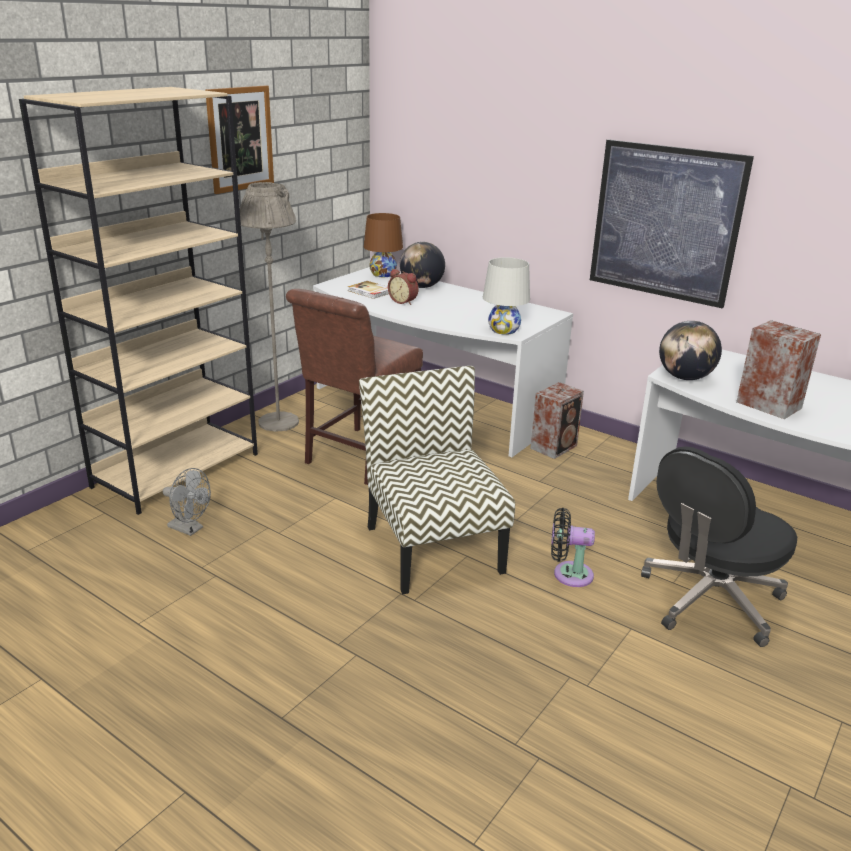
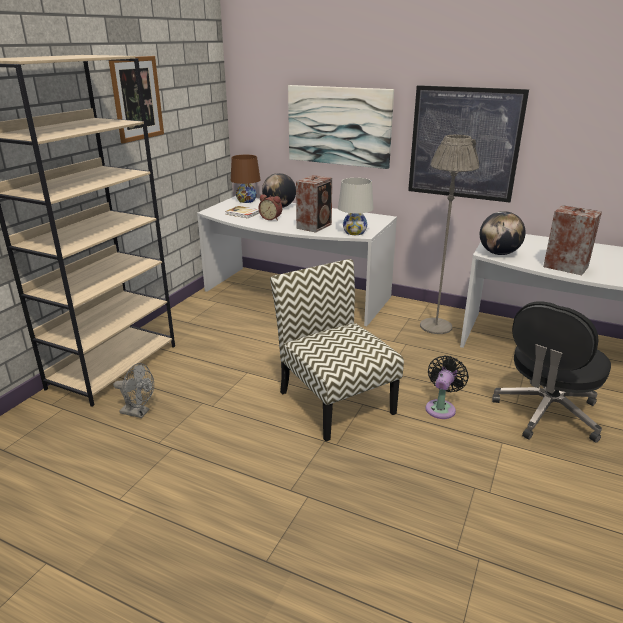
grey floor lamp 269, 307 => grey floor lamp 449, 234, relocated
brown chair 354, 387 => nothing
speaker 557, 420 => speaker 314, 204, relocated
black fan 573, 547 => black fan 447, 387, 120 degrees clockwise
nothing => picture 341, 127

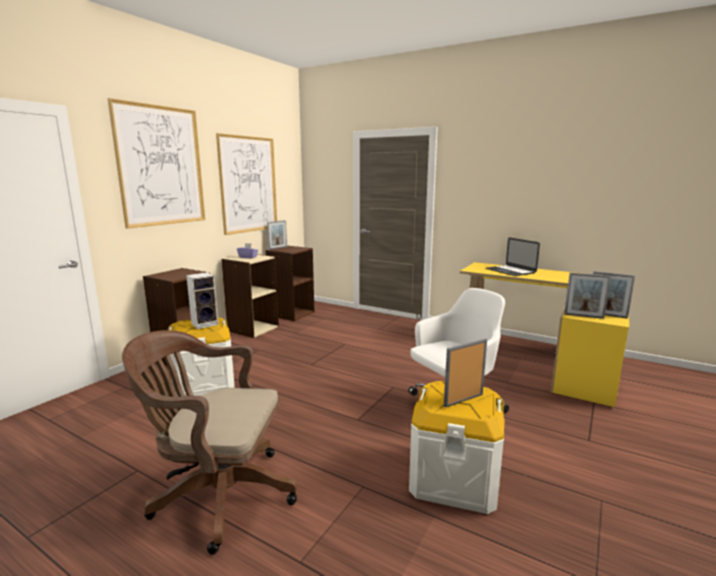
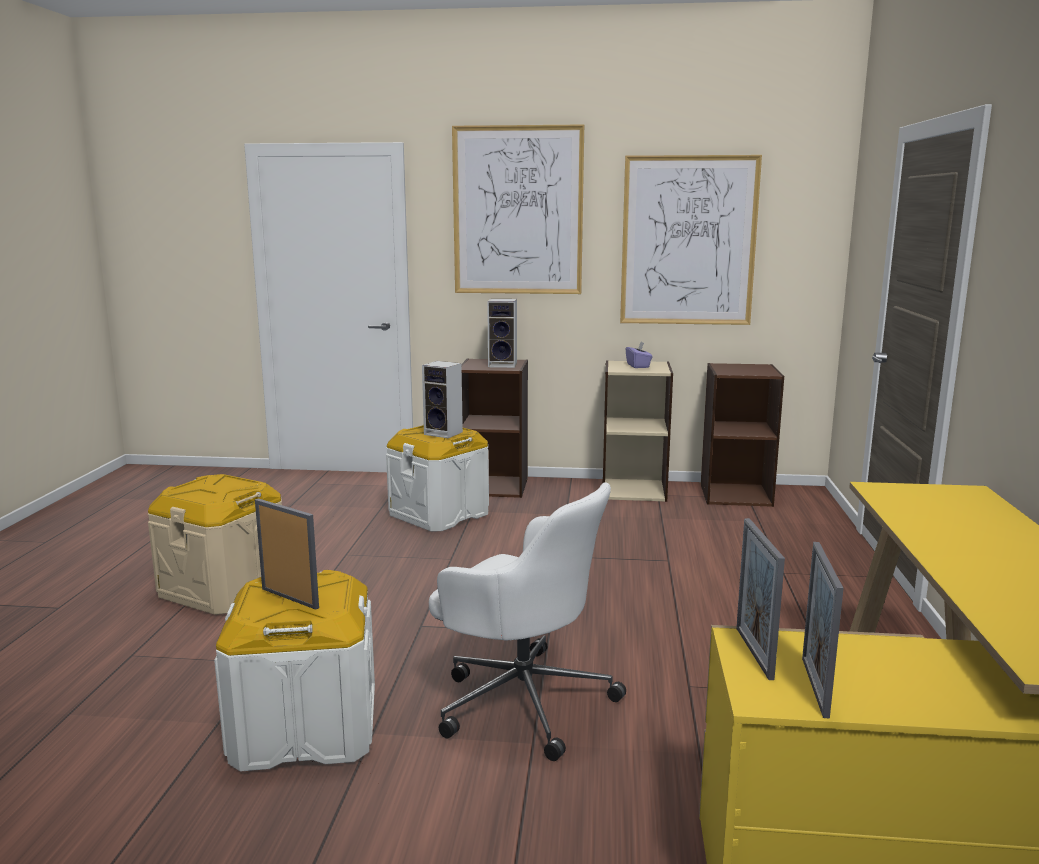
picture frame 277, 235 => nothing
laptop 513, 256 => nothing
brown office chair 209, 442 => beige storage box 215, 544
nothing => speaker 502, 333

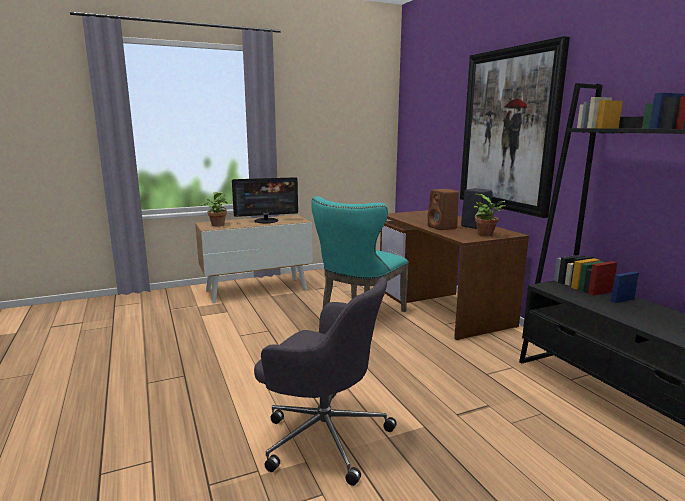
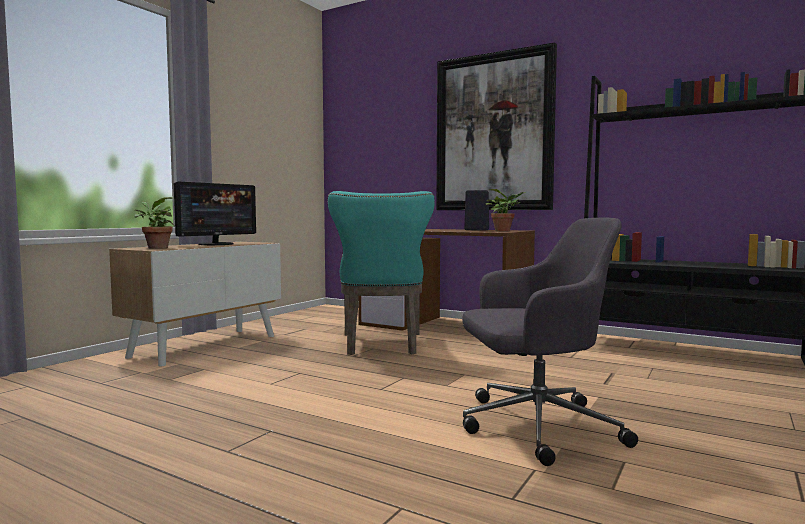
brown speaker 443, 209 => nothing

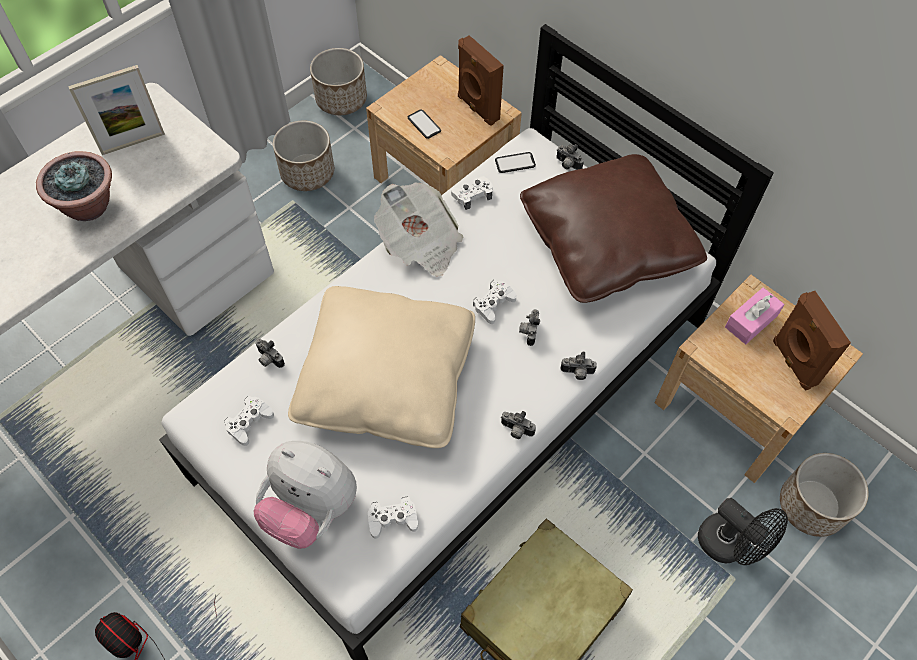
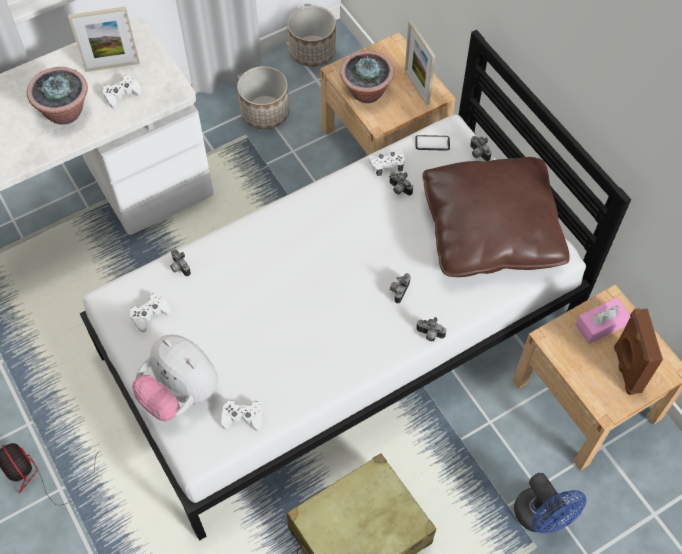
brown speaker 481, 80 => picture frame 420, 63
phone 424, 124 => potted plant 367, 77
newspaper 418, 229 => nothing
white game controller 495, 302 => white game controller 122, 92, relocated
beige pillow 381, 367 => nothing
photo camera 518, 425 => photo camera 401, 184, relocated
planter 824, 495 => nothing
black fan 743, 531 => blue fan 550, 503

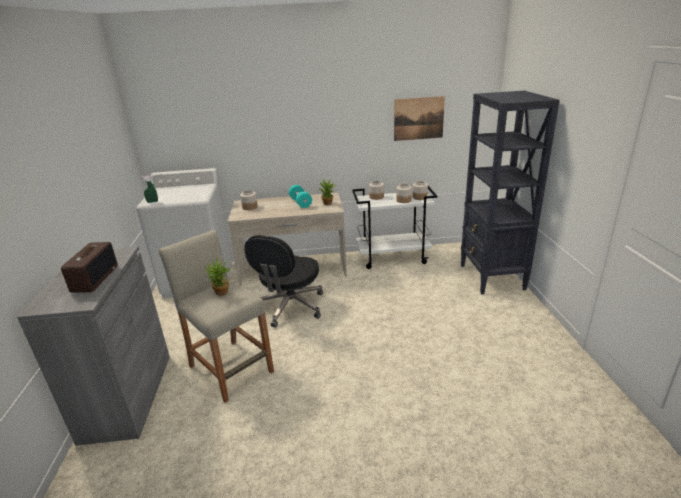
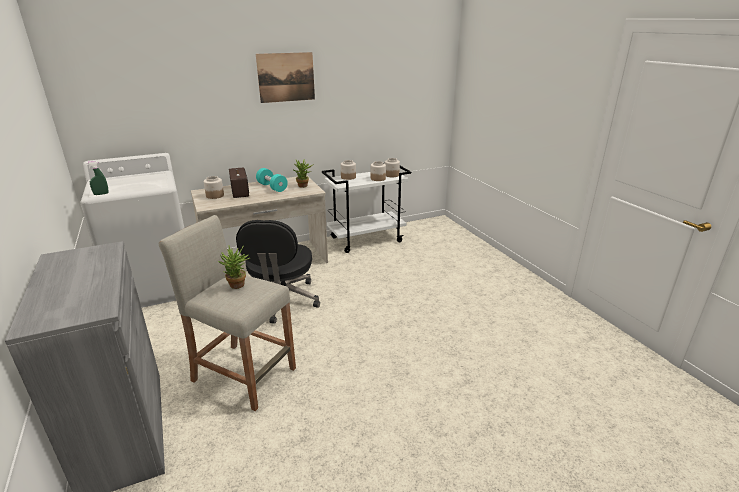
black bookcase 510, 192 => nothing
picture 419, 118 => picture 285, 77, relocated
radio 89, 267 => radio 239, 183, relocated

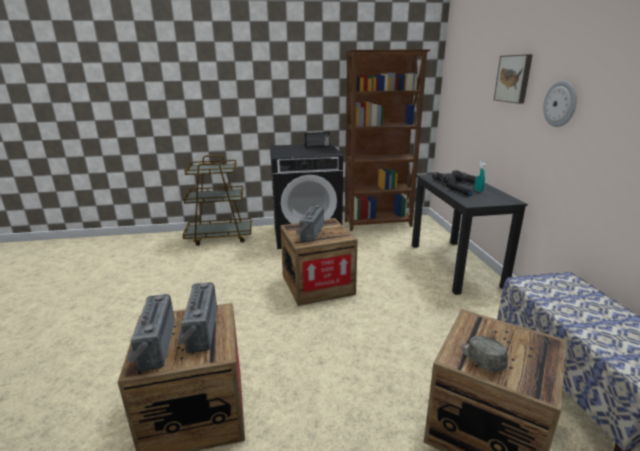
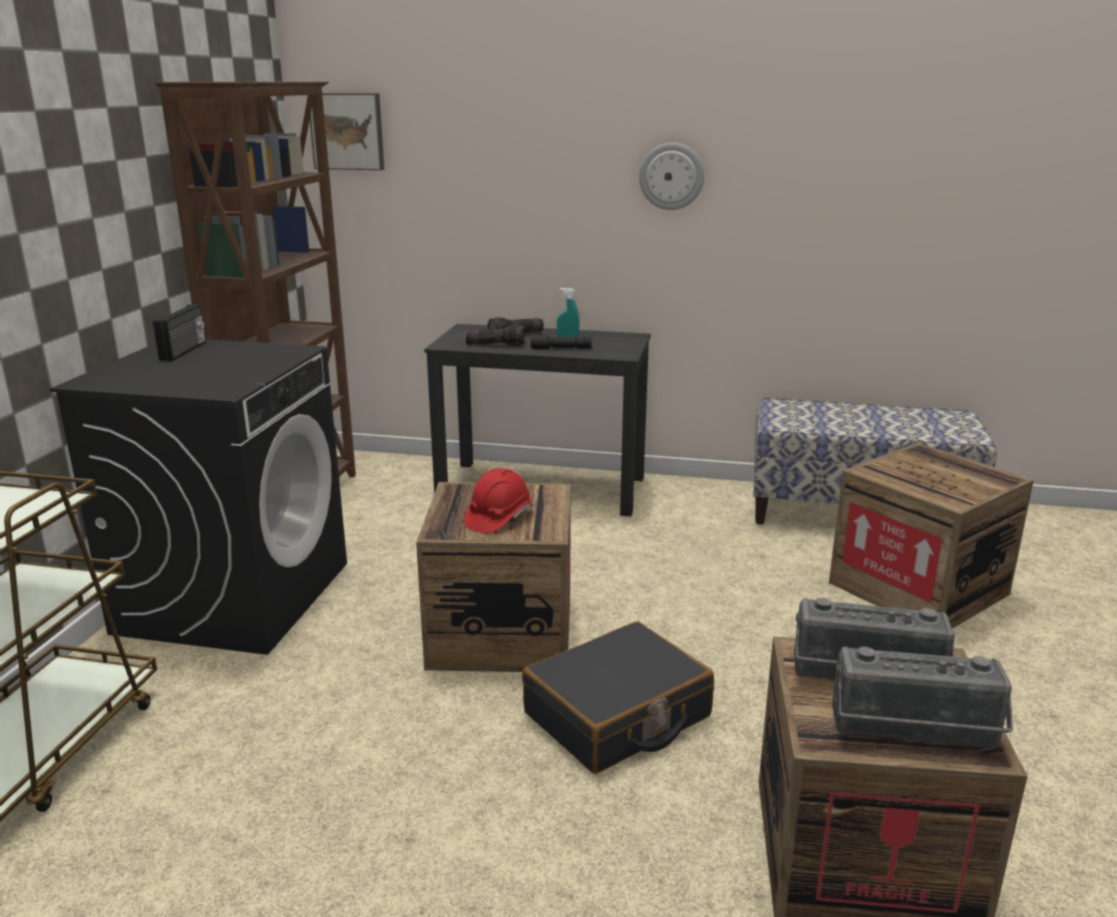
picture 513, 79 => picture 345, 131, relocated
radio 310, 223 => red hard hat 497, 500
grey cap 485, 354 => nothing
nothing => black suitcase 618, 697

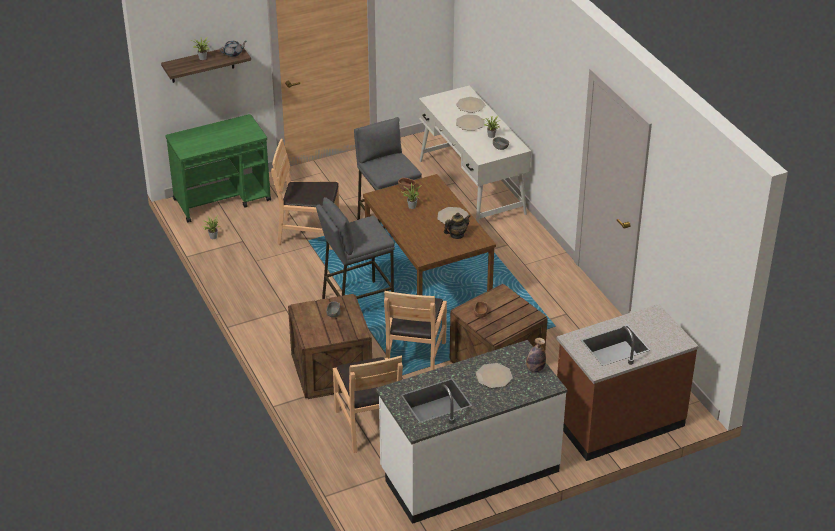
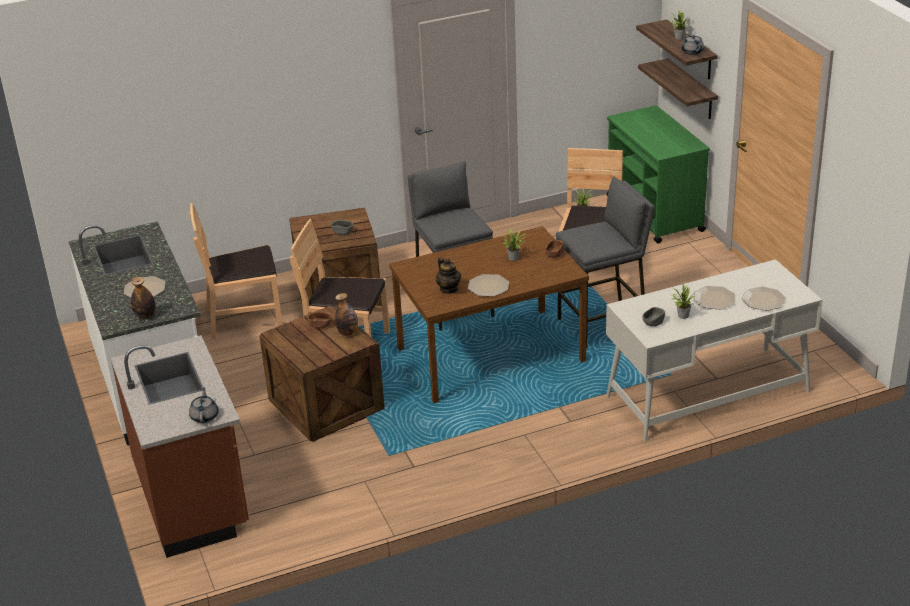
nothing => shelf 678, 88
nothing => bottle 346, 314
nothing => grey teapot 204, 405

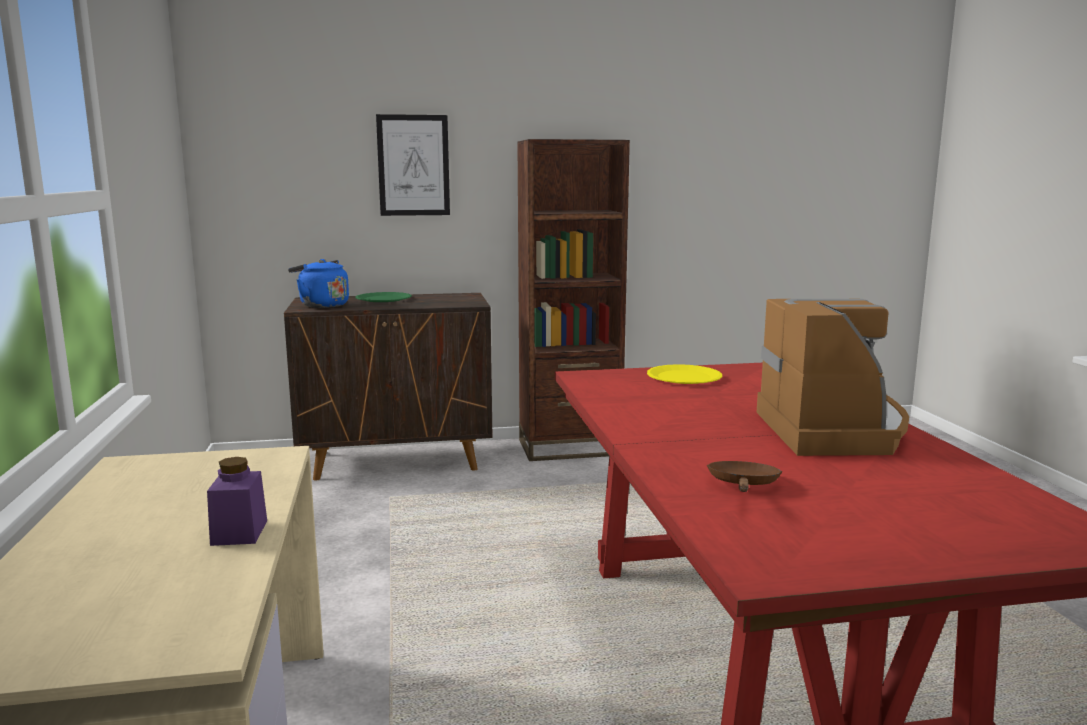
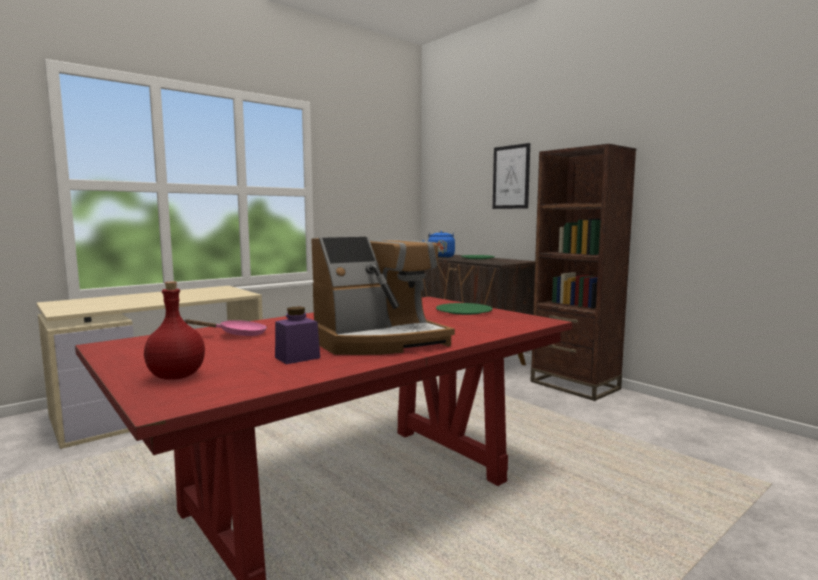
yellow plate 684, 374 => green plate 464, 309
purple jar 237, 501 => purple jar 297, 335, relocated
brown frying pan 744, 476 => pink frying pan 226, 327
nothing => red bottle 174, 330

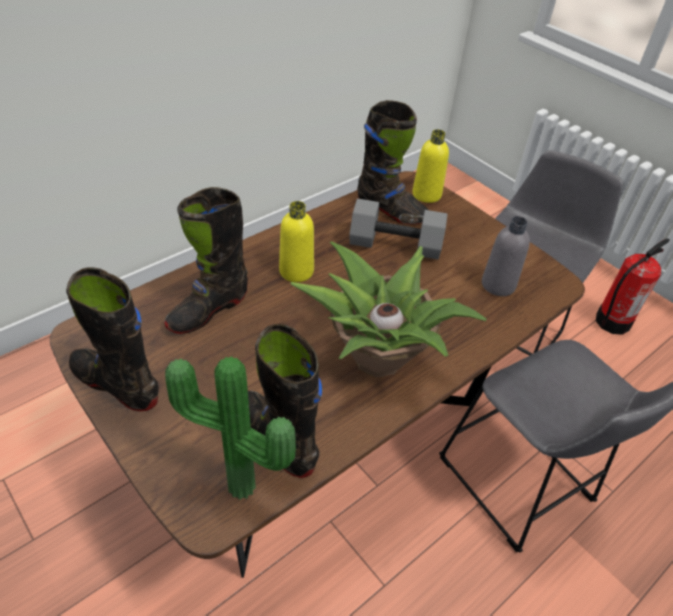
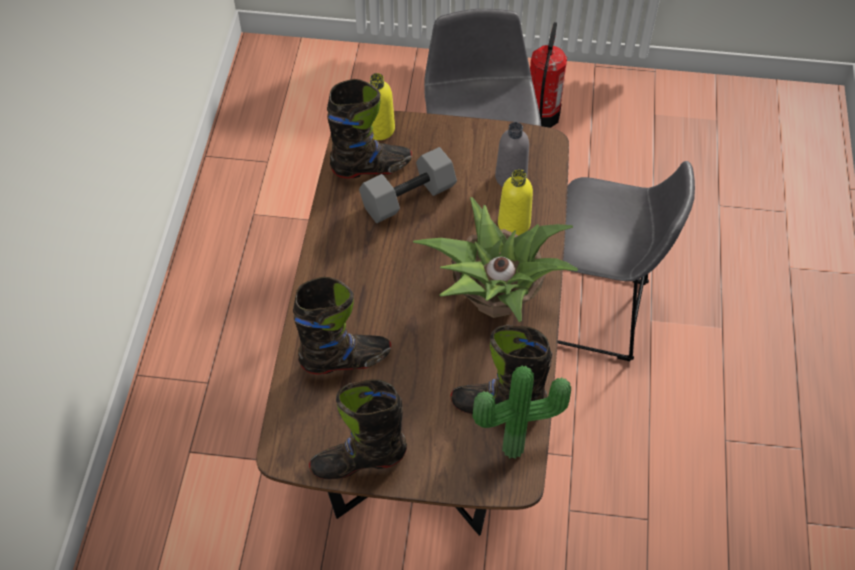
black boot 206, 260 => black boot 342, 326, 105 degrees counterclockwise
yellow bottle 296, 241 => yellow bottle 515, 202, relocated

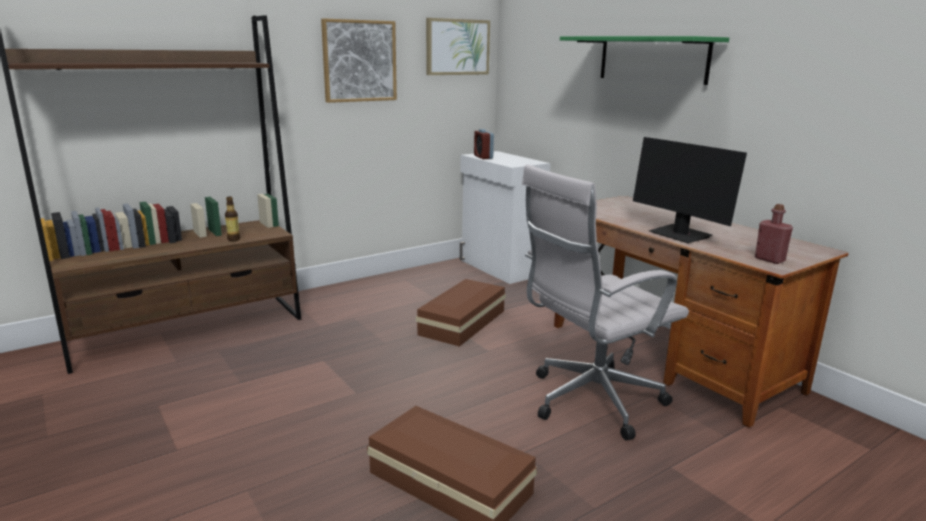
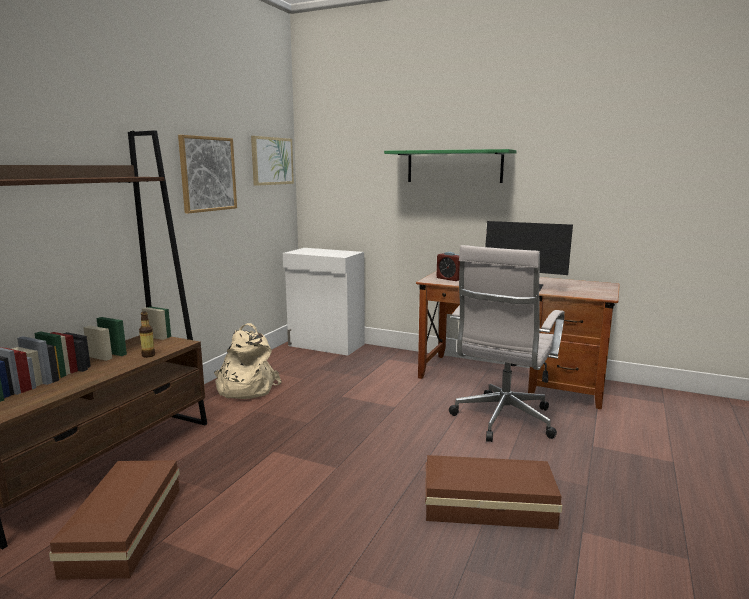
alarm clock 484, 144 => alarm clock 448, 266, relocated
red bottle 774, 234 => nothing
brown storage box 461, 313 => brown storage box 114, 520, relocated
nothing => beige backpack 248, 361

